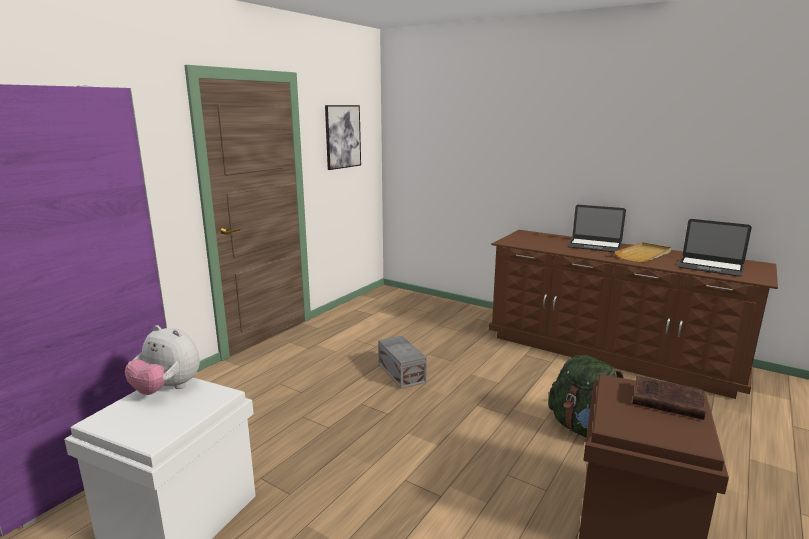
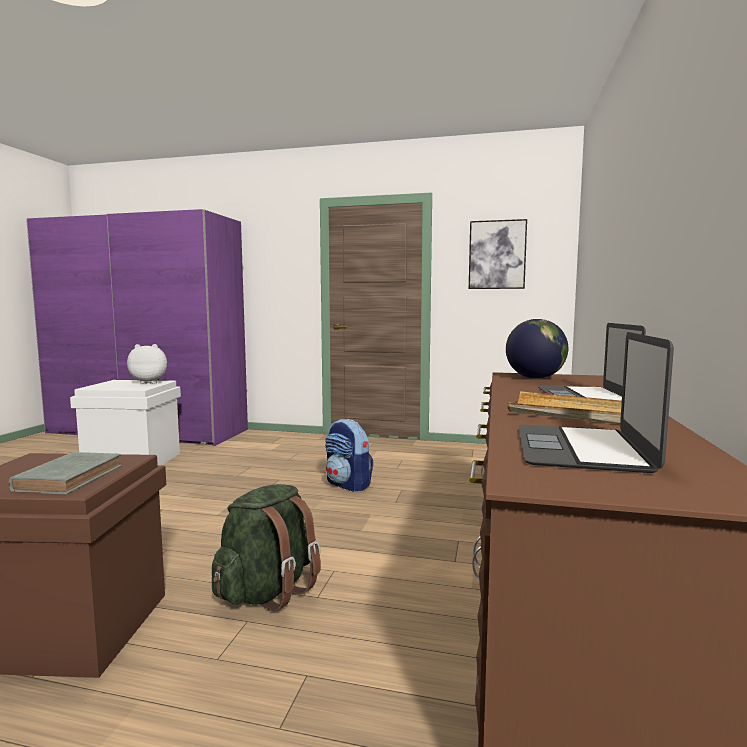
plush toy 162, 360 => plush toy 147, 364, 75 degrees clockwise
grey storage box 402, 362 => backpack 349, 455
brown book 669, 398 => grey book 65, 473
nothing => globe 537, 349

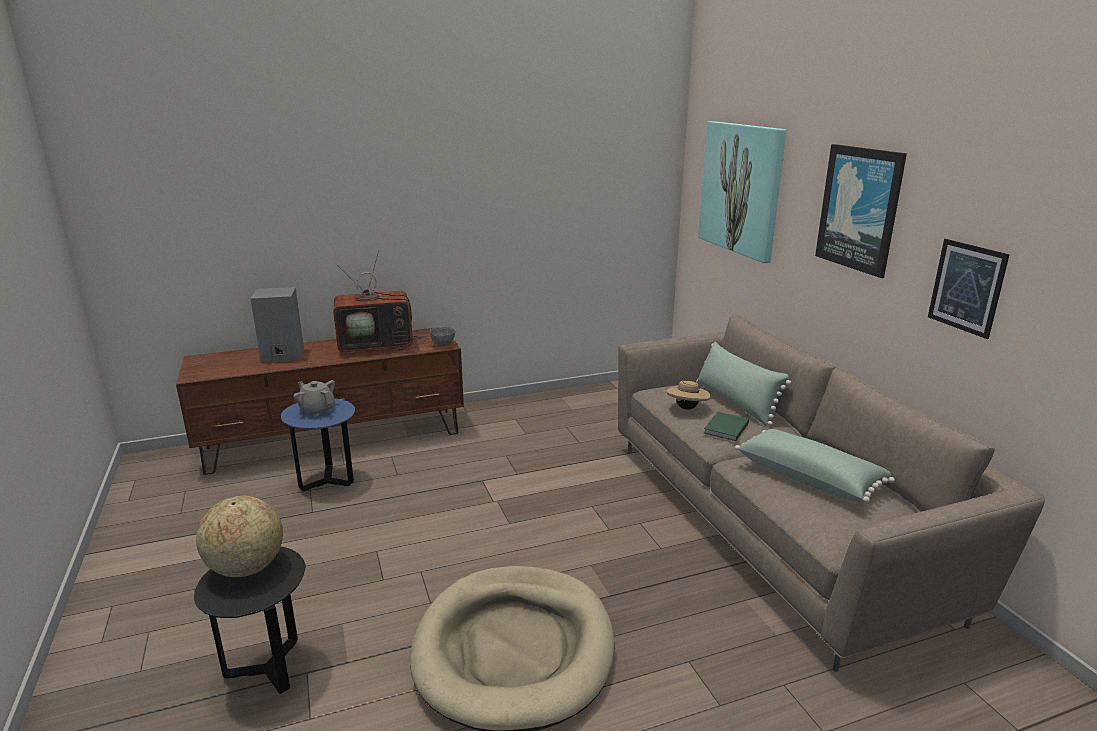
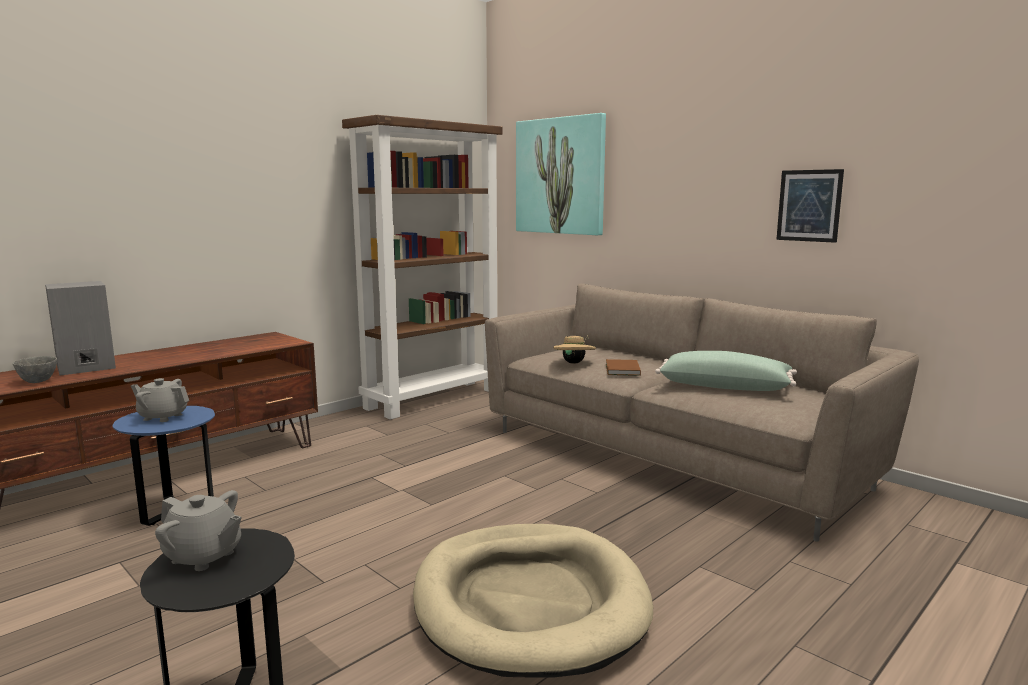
picture 861, 211 => nothing
television 379, 302 => nothing
grey bowl 442, 336 => grey bowl 35, 369, relocated
green pillow 743, 384 => nothing
green book 726, 426 => brown book 623, 367
globe 239, 536 => grey teapot 198, 530
nothing => brown bookcase 422, 267

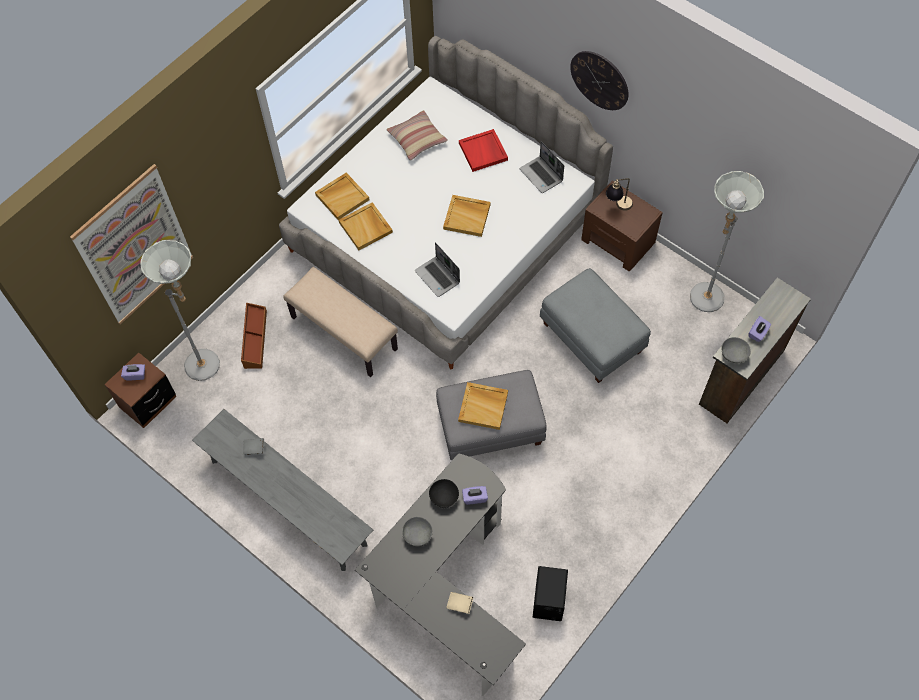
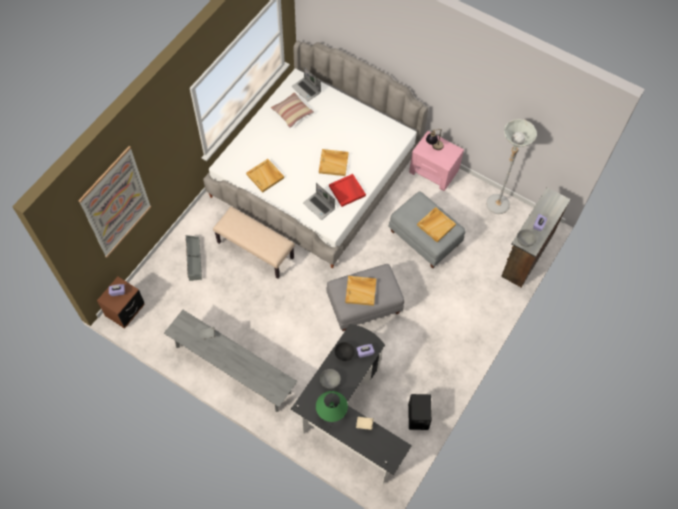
wall clock 599, 80 => nothing
red tray 483, 150 => red tray 347, 190, relocated
laptop 542, 167 => laptop 306, 84, relocated
beige tray 342, 196 => beige tray 436, 224, relocated
brown nightstand 622, 226 => pink nightstand 436, 161
grey floor lamp 180, 310 => nothing
brown storage box 254, 336 => grey storage box 194, 258
nothing => green table lamp 332, 406

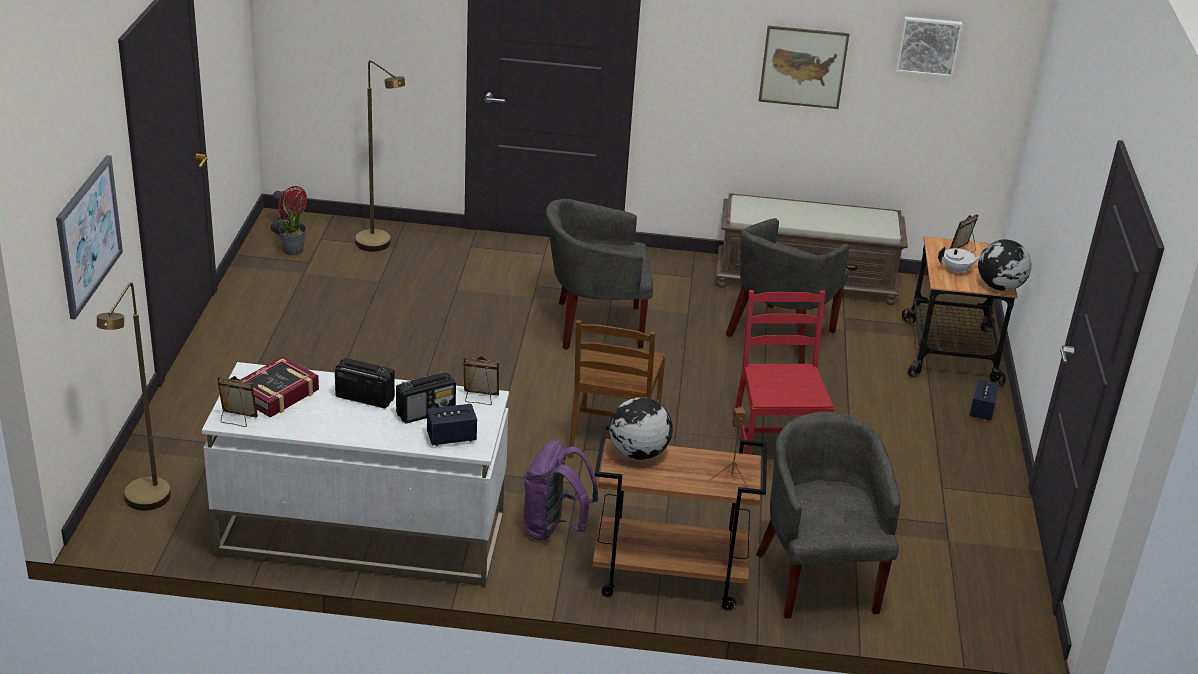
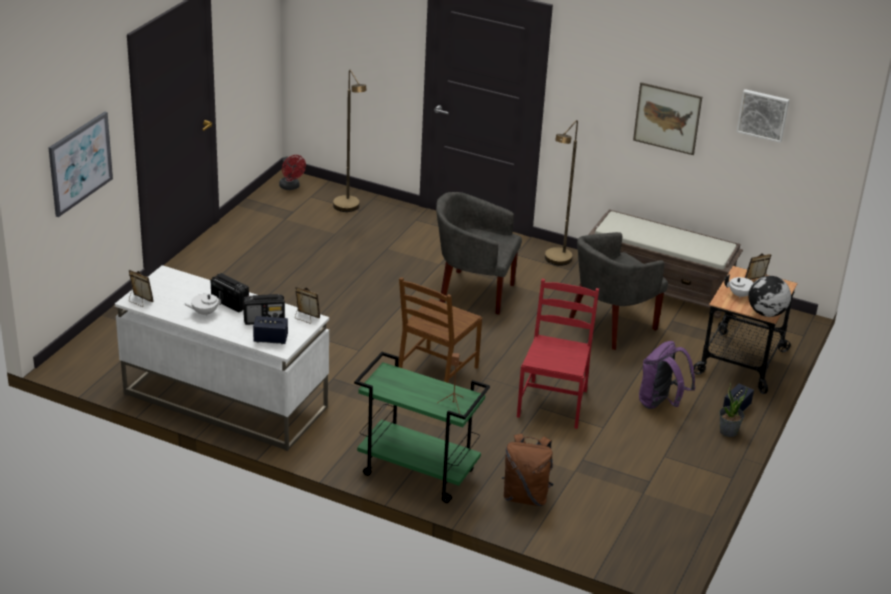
potted plant 292, 225 => potted plant 733, 409, relocated
brown floor lamp 134, 396 => brown floor lamp 561, 193, relocated
book 279, 387 => nothing
globe 640, 428 => nothing
grey armchair 828, 515 => brown backpack 528, 470
brown cart 680, 517 => green cart 422, 427
purple backpack 561, 490 => purple backpack 667, 375, relocated
nothing => white teapot 204, 303

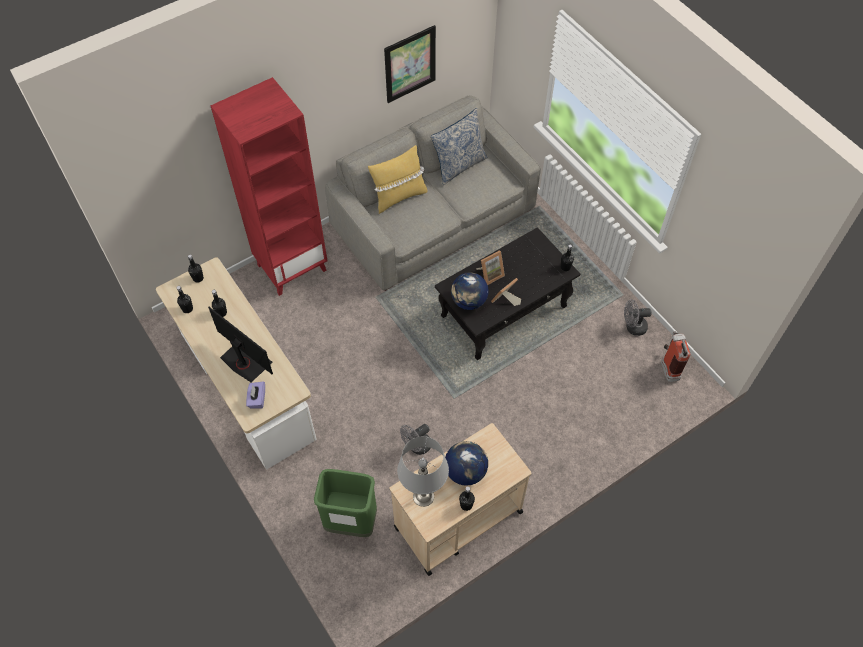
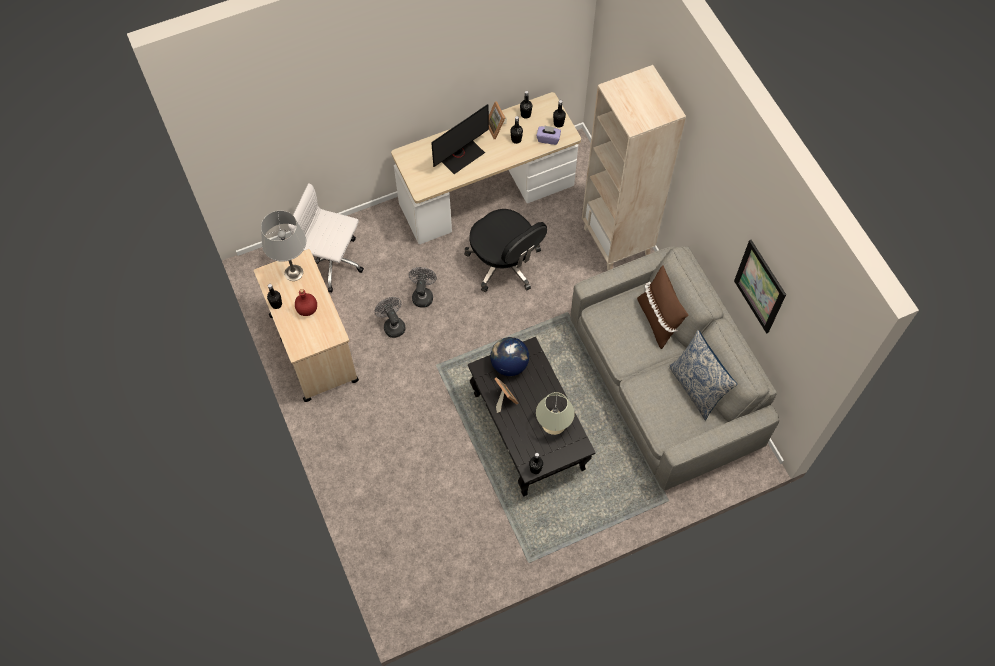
red bookcase 268, 186 => beige bookcase 634, 167
yellow pillow 397, 179 => brown pillow 662, 307
picture frame 490, 267 => picture frame 498, 120, relocated
grey fan 638, 317 => grey fan 423, 287, relocated
fire extinguisher 675, 356 => nothing
purple tissue box 255, 395 => purple tissue box 548, 135, relocated
globe 466, 463 => red bottle 306, 302
green trash can 345, 503 => white office chair 326, 238
nothing => black office chair 505, 250
nothing => beige table lamp 555, 413

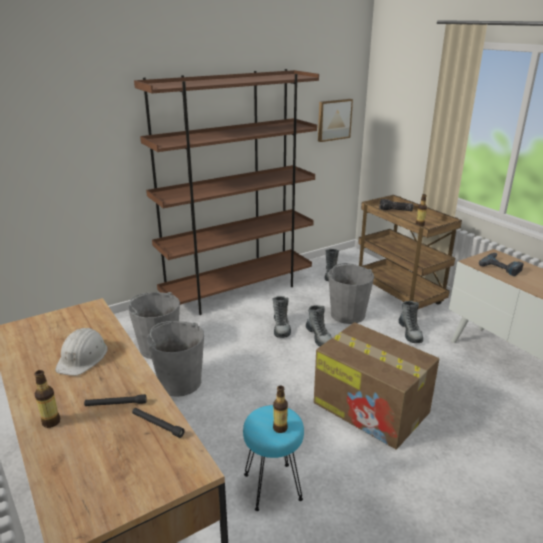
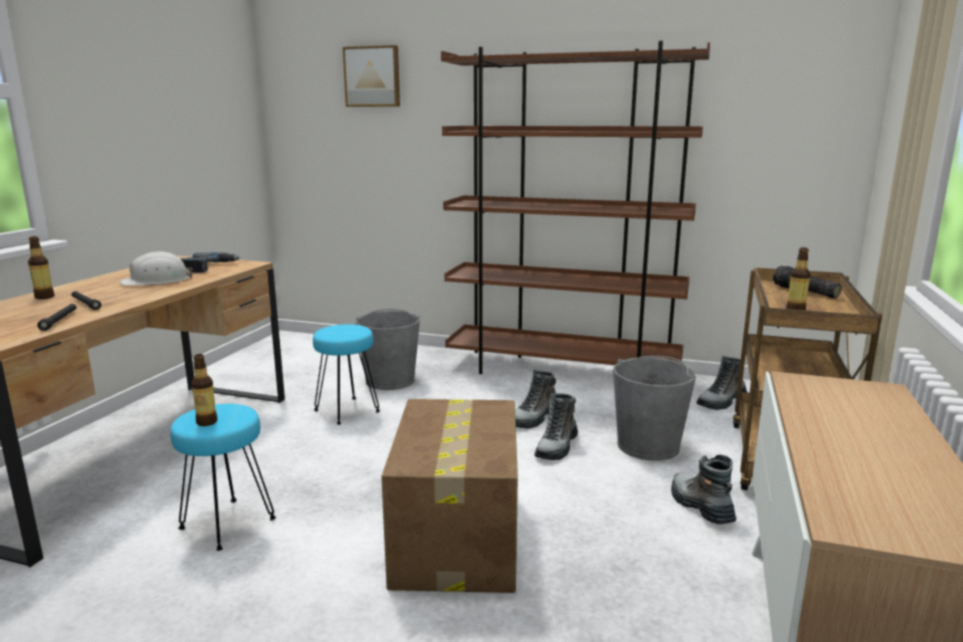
picture 335, 120 => picture 371, 76, relocated
power drill 501, 264 => power drill 210, 262, relocated
boot 410, 322 => boot 703, 489, 120 degrees clockwise
grey bucket 175, 359 => turquoise stool 346, 374

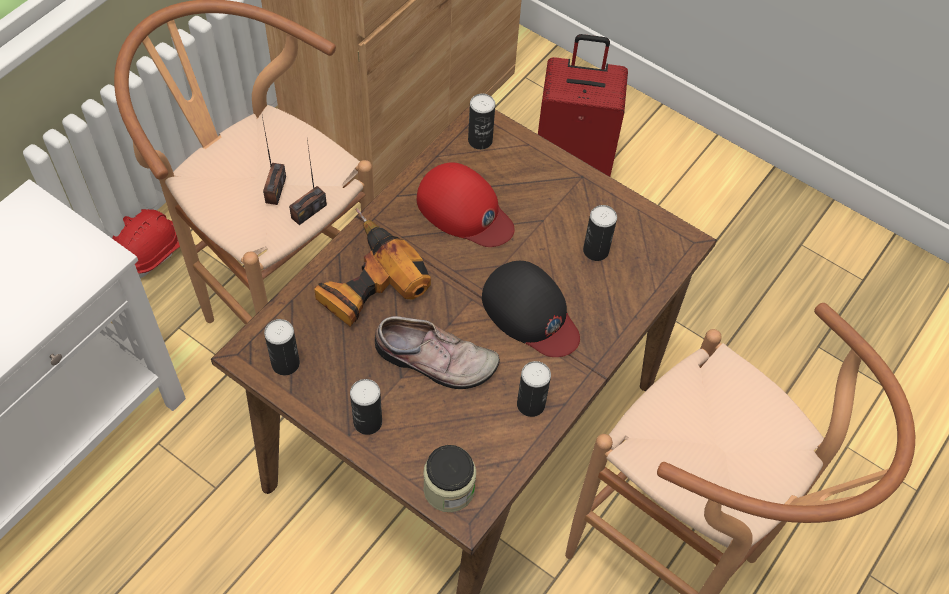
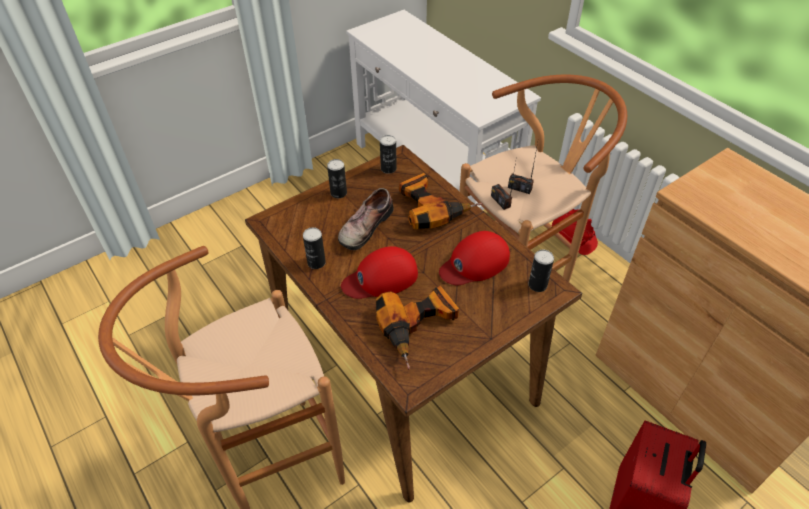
can 600, 233 => power drill 417, 327
black cap 531, 309 => red cap 379, 272
jar 449, 478 => nothing

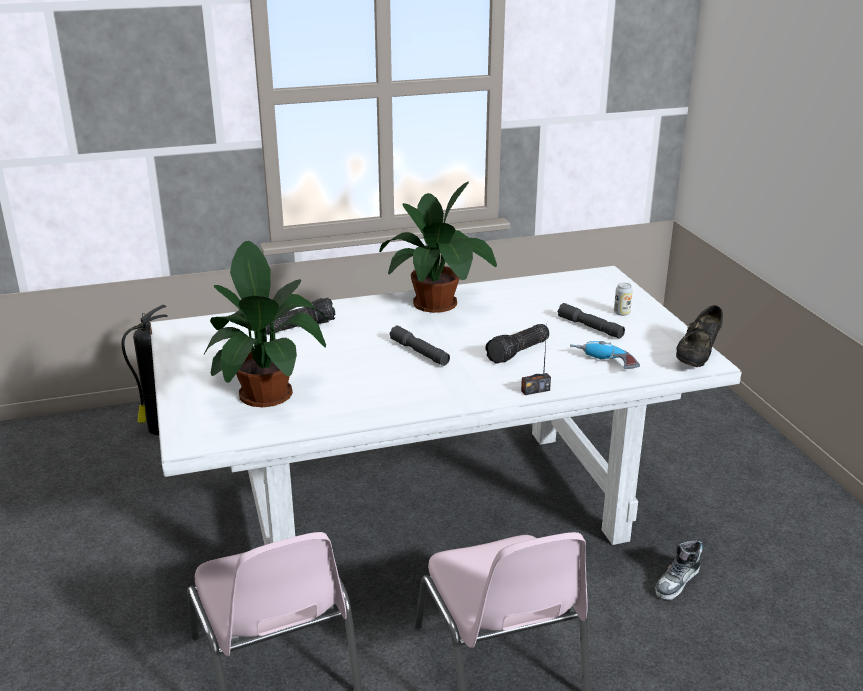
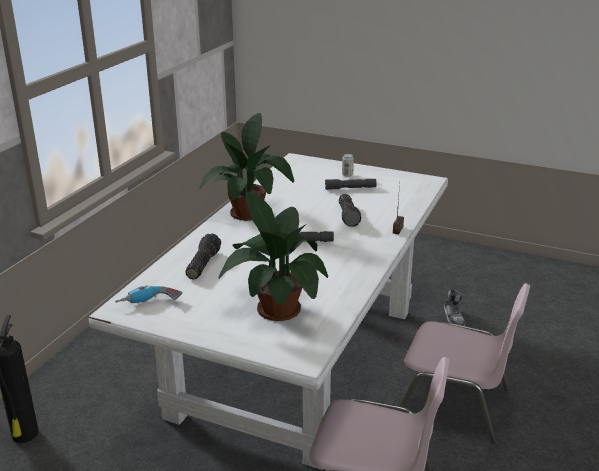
black shoe 699, 336 => nothing
power drill 605, 355 => power drill 148, 294, relocated

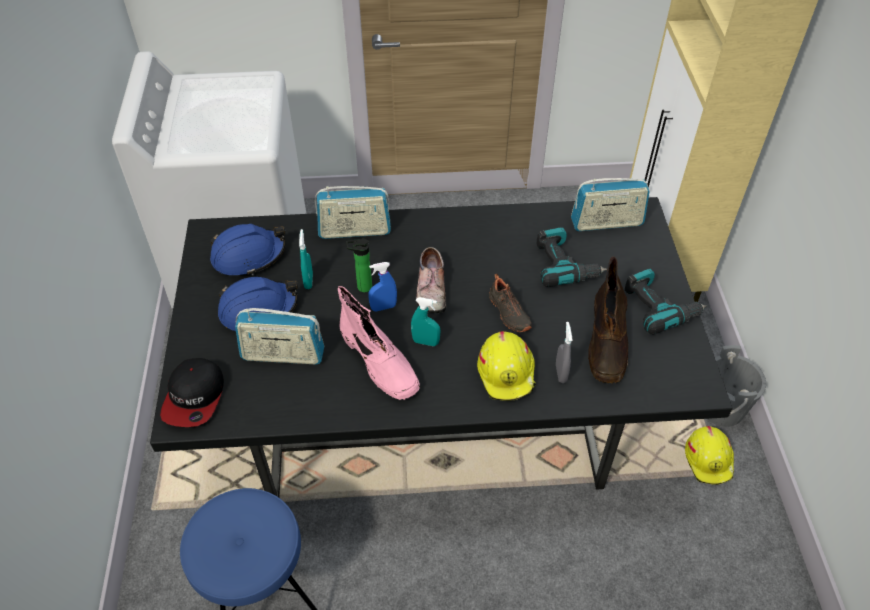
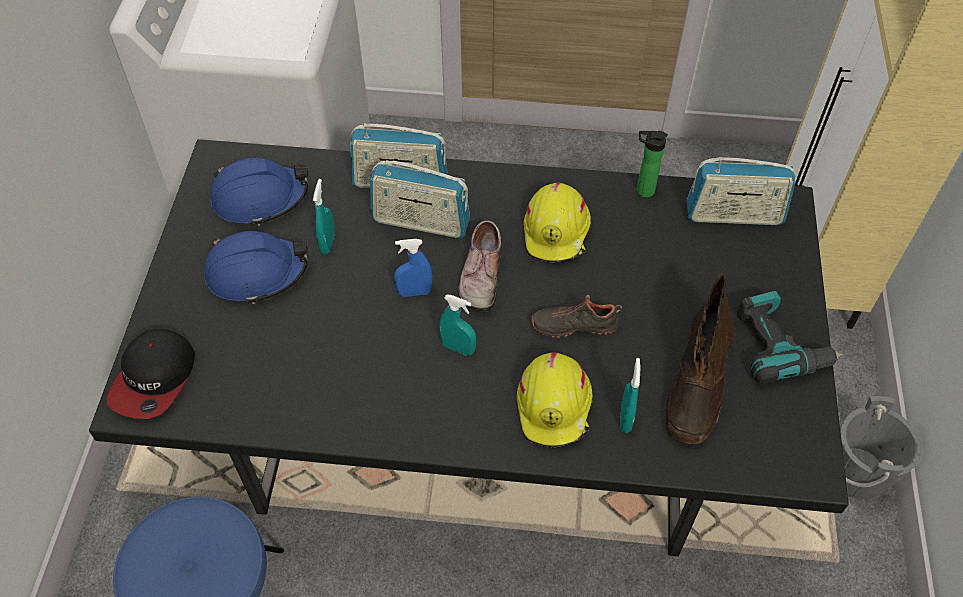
power drill 571, 257 => nothing
bottle 359, 266 => bottle 652, 164, relocated
black shoe 510, 303 => black shoe 576, 316, 105 degrees clockwise
pink boot 379, 343 => nothing
radio 279, 336 => radio 420, 199, relocated
grey spray bottle 564, 352 => turquoise spray bottle 630, 395
yellow hard hat 709, 455 => yellow hard hat 557, 223, relocated

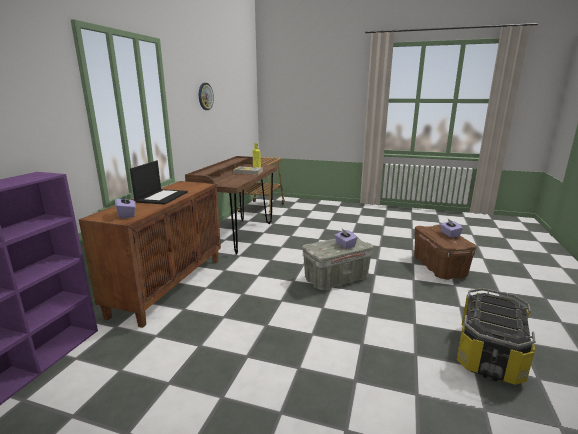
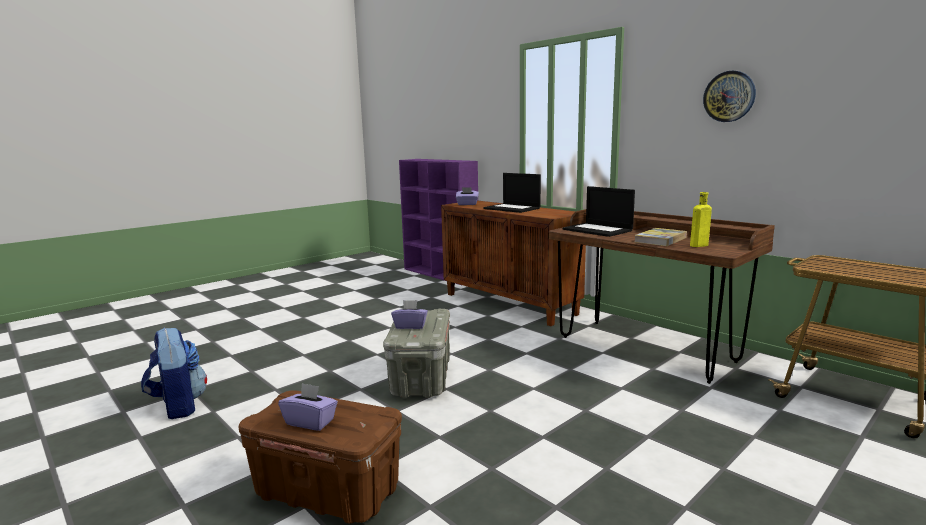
storage box 496, 336 => backpack 174, 373
nothing => laptop 599, 211

